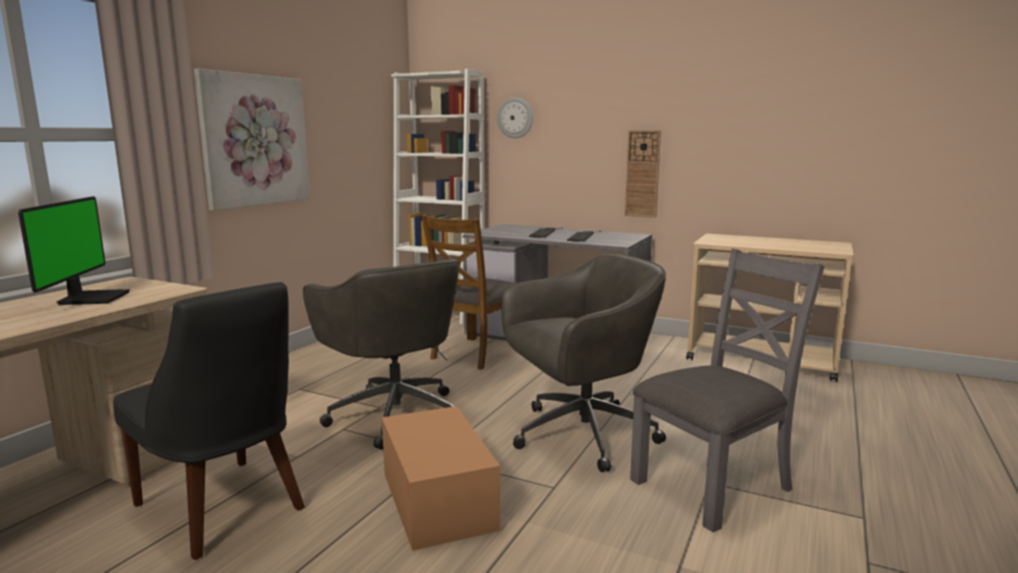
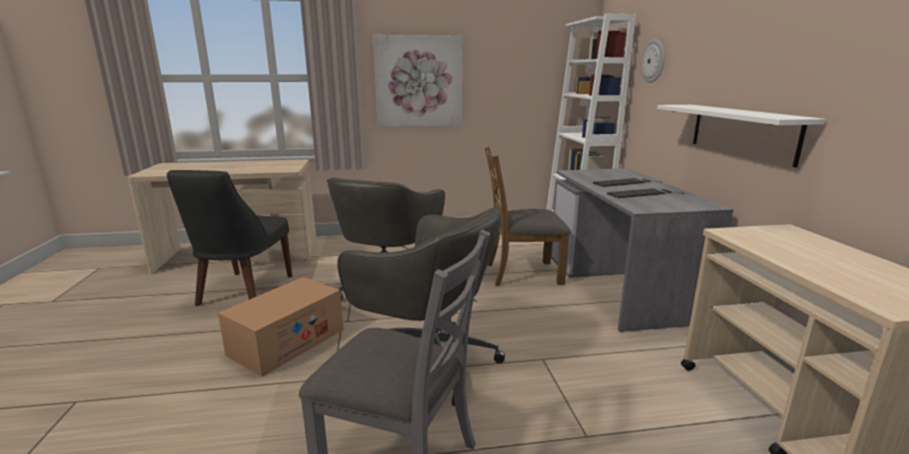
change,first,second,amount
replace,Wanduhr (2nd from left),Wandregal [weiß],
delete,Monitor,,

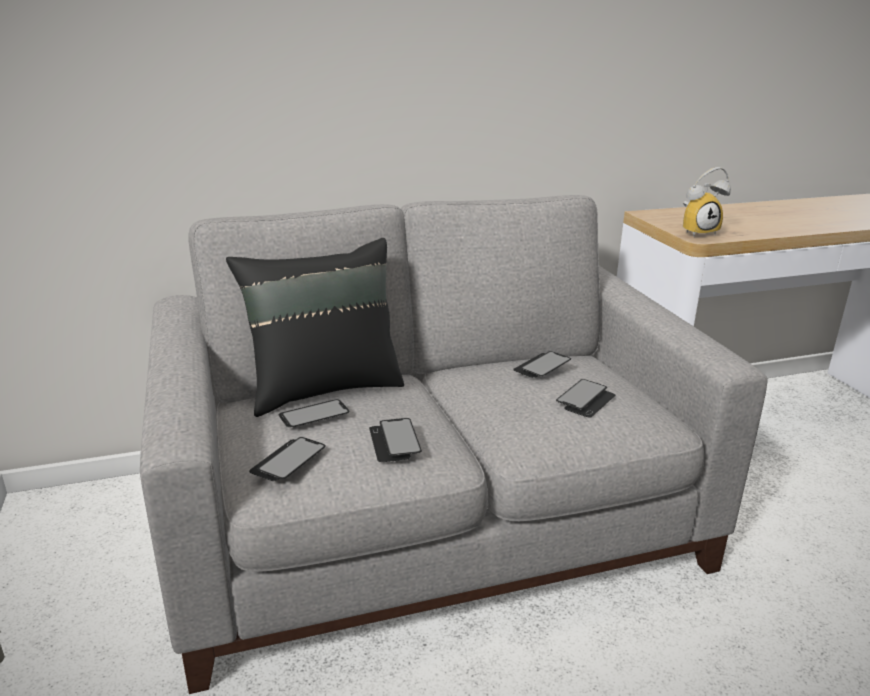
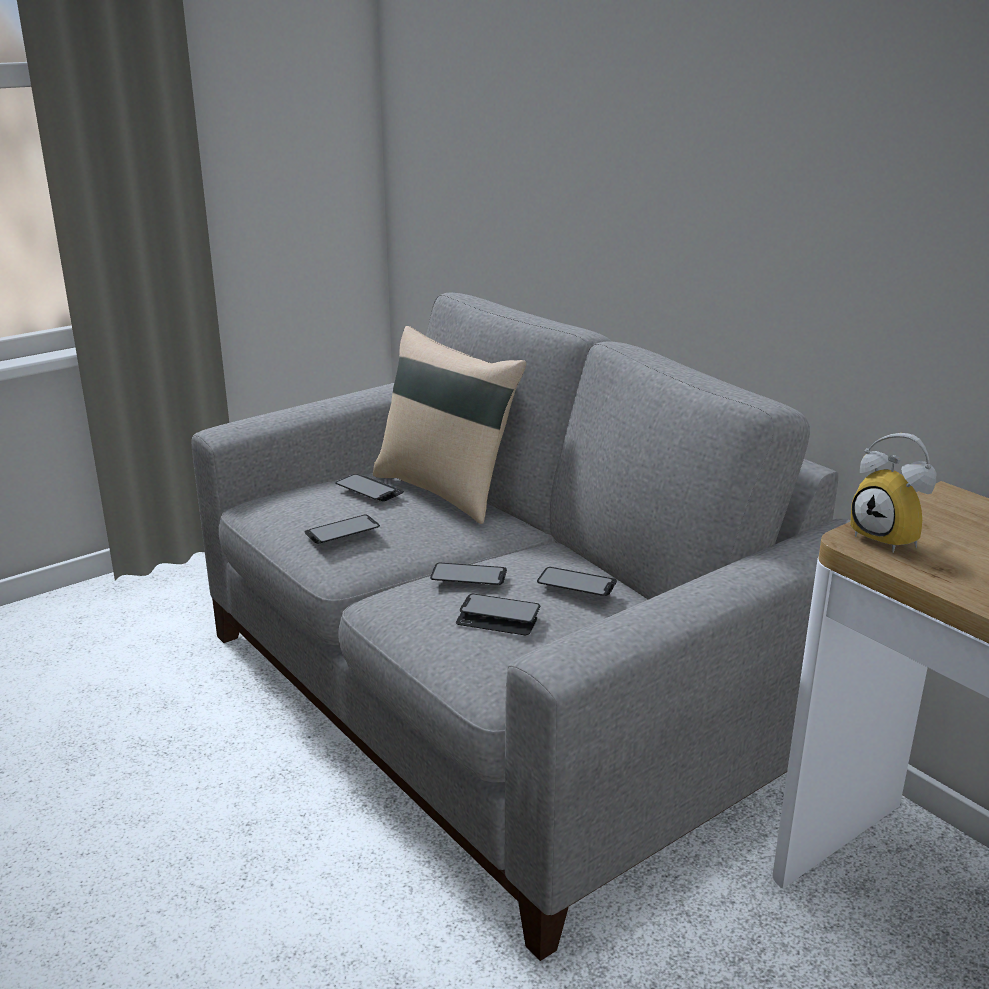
change,first,second,amount
recolor,Kissen [schwarz],Kissen [beige],
move,Handy (1st from left in the first image),Handy (3rd from left),

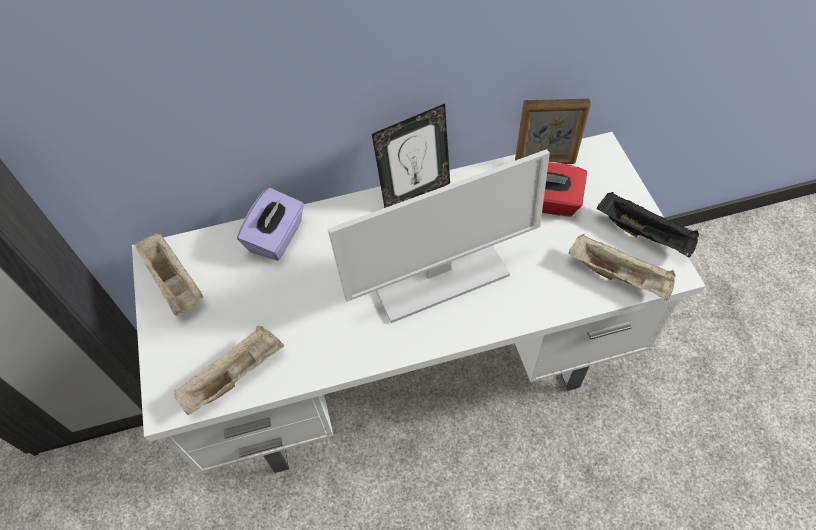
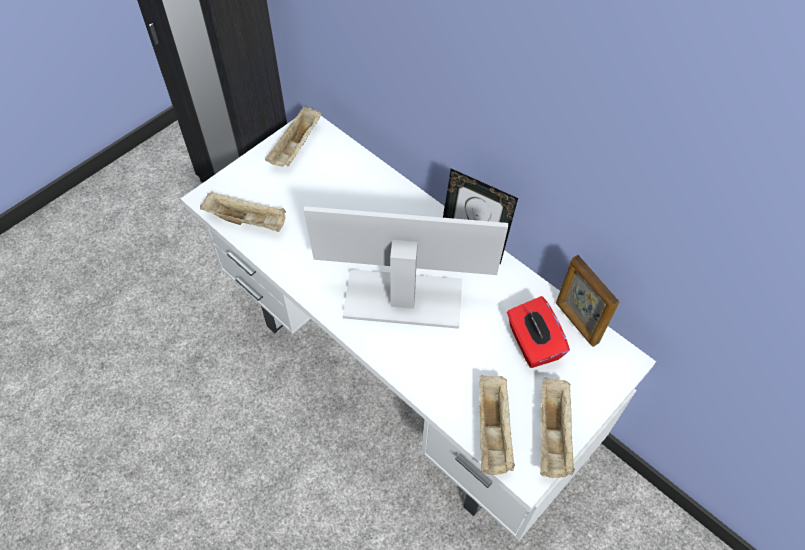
change,first,second,amount
rotate,Monitor,,150 degrees clockwise
delete,Taschentuchbox [lila],,
recolor,Tablett [schwarz],Tablett [beige] (4th from left),

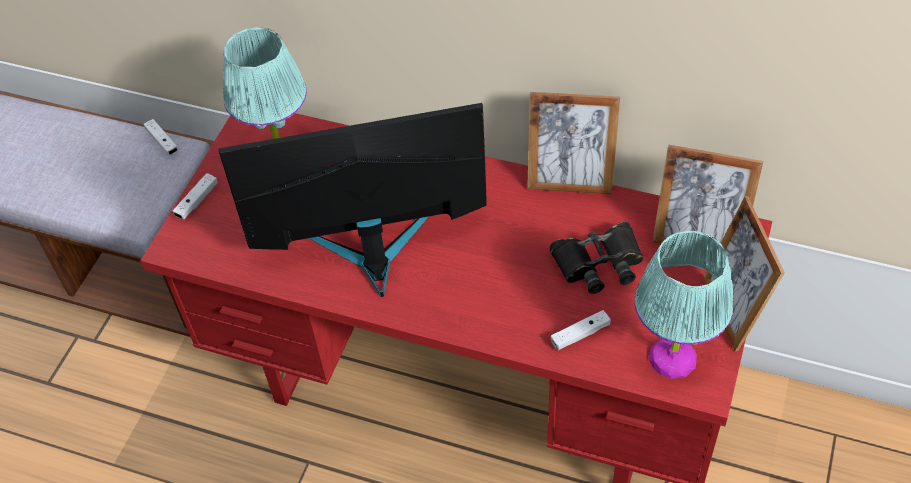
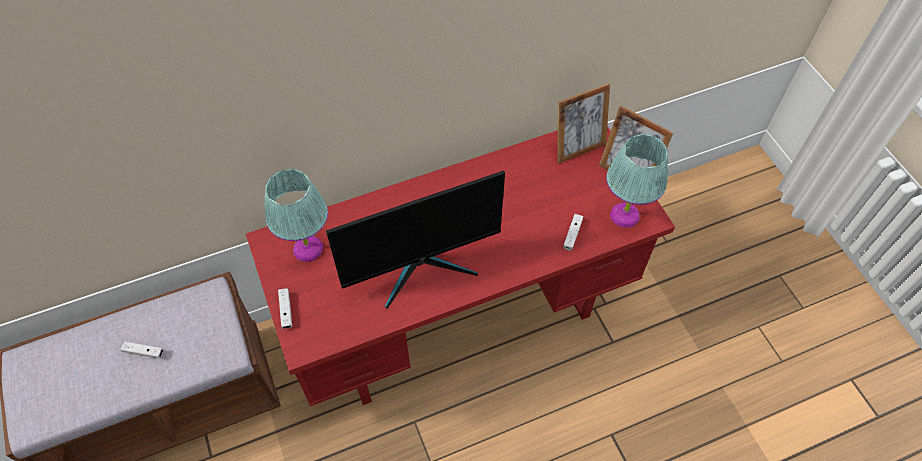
change,first,second,amount
delete,Bilderrahmen (1st from left),,
rotate,Monitor,,150 degrees counterclockwise
move,Gamepad [weiß] (1st from left),,
delete,Fernglas [schwarz],,

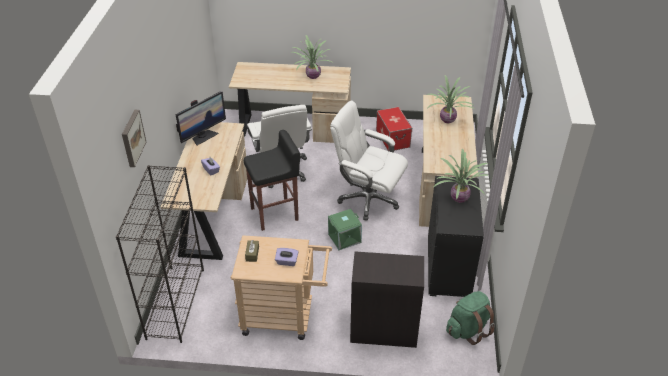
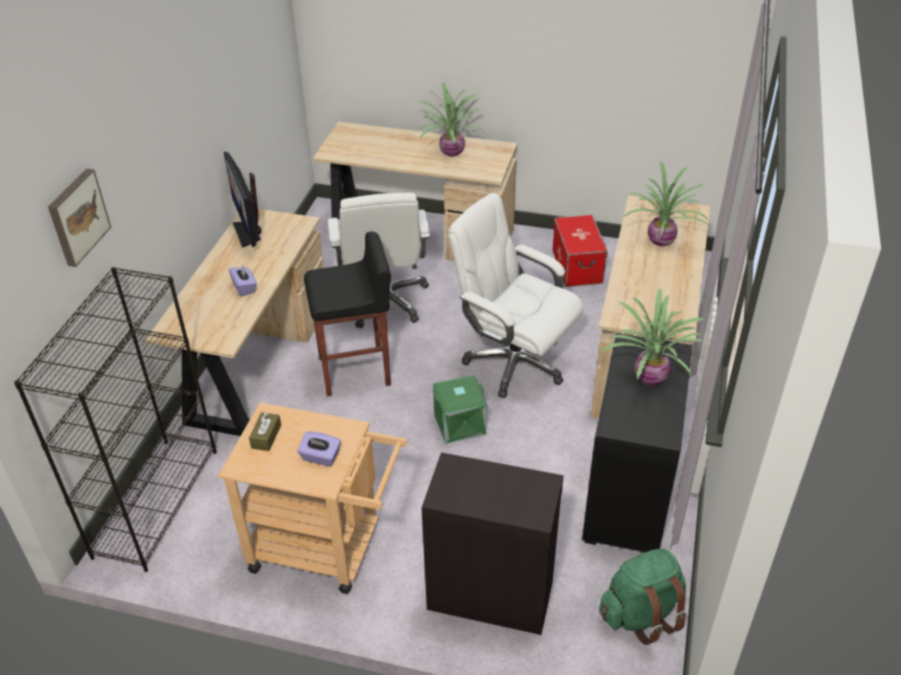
change,first,second,amount
rotate,Monitor,,105 degrees clockwise

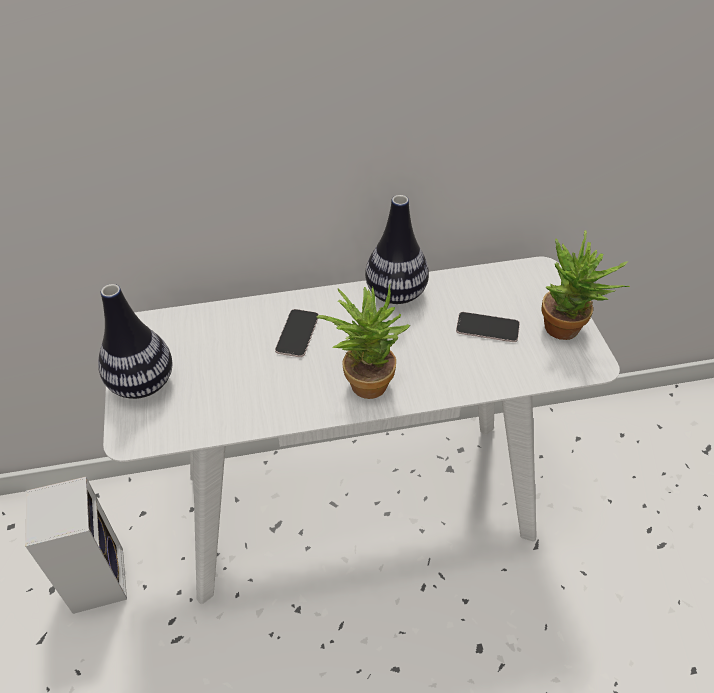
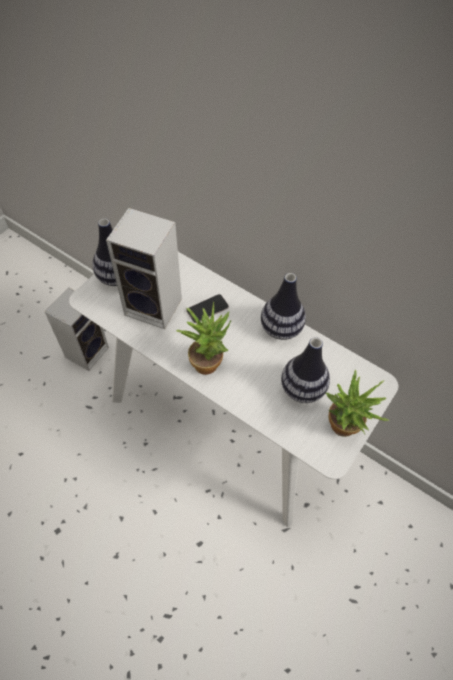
change,first,second,amount
replace,Handy (2nd from left),Vase (3rd from left),
insert,,Lautsprecher (2nd from left),

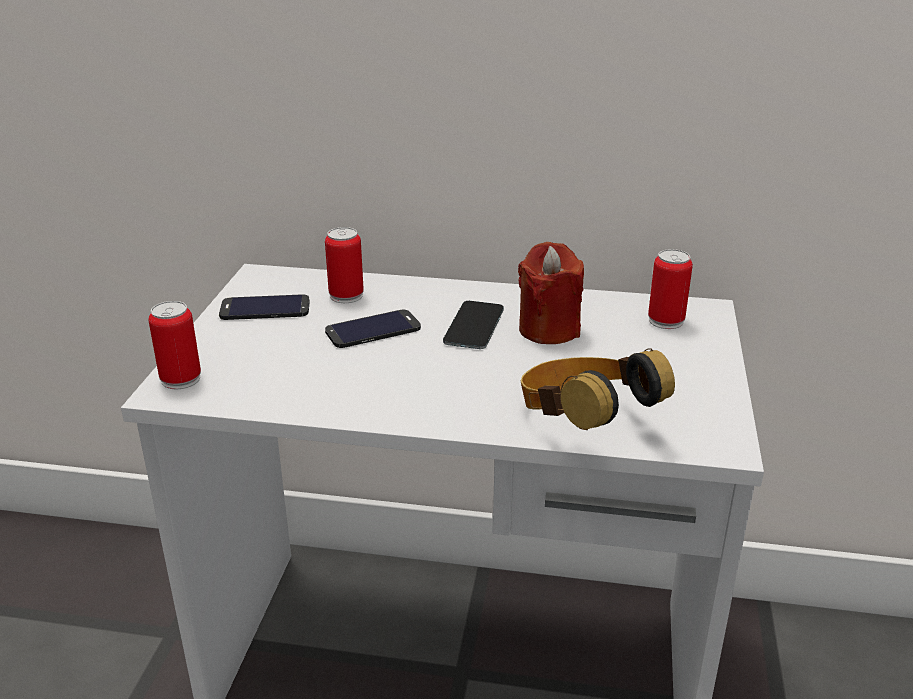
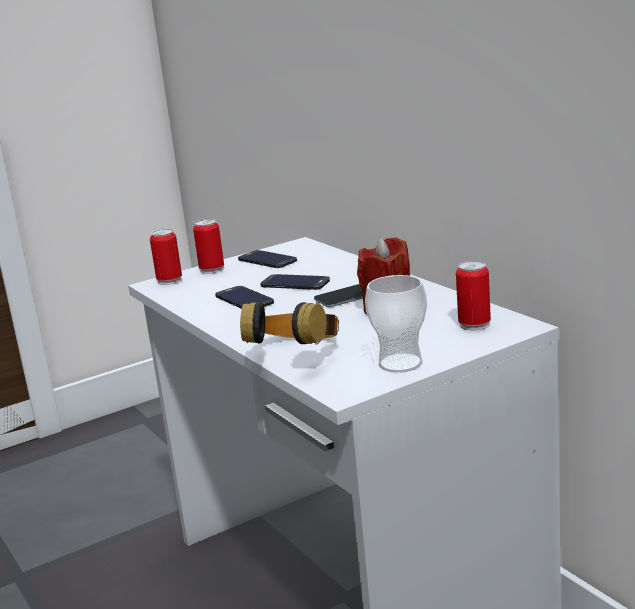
change,first,second,amount
move,Dose (2nd from left),,
insert,,Tasse,
insert,,Handy (1st from left),

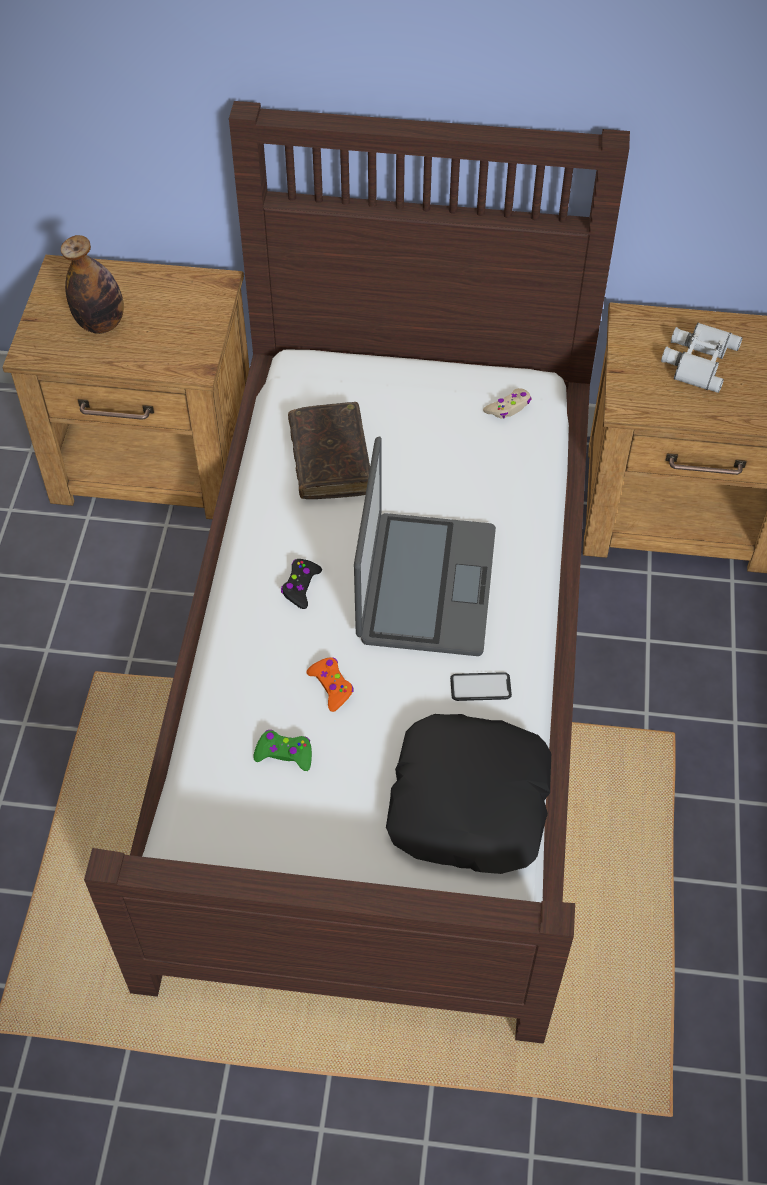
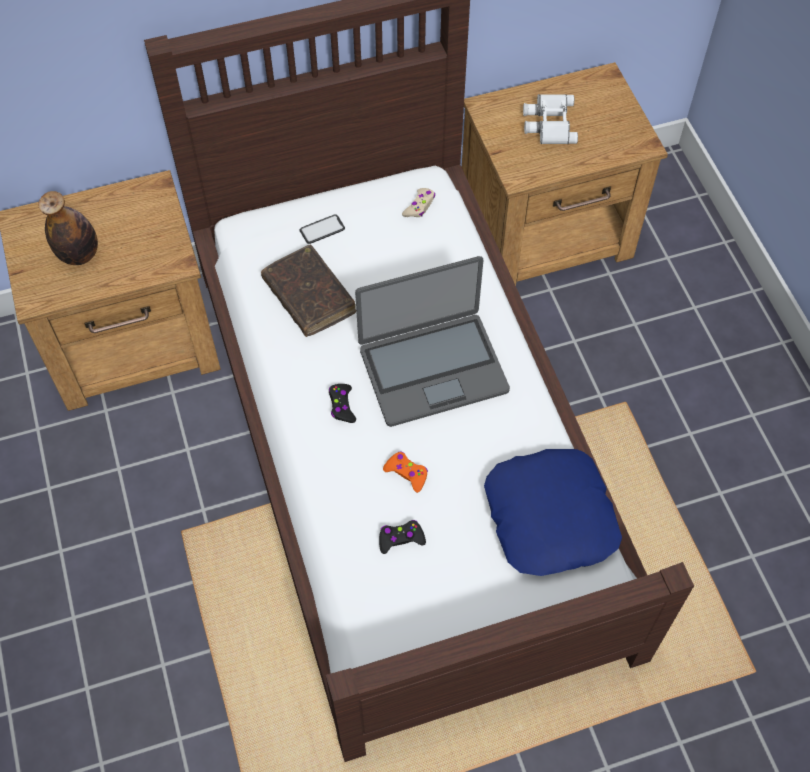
change,first,second,amount
rotate,Laptop,,90 degrees clockwise
move,Handy,,
recolor,Kissen [schwarz],Kissen [blau],
recolor,Gamepad [grün],Gamepad [schwarz] (2nd from left),

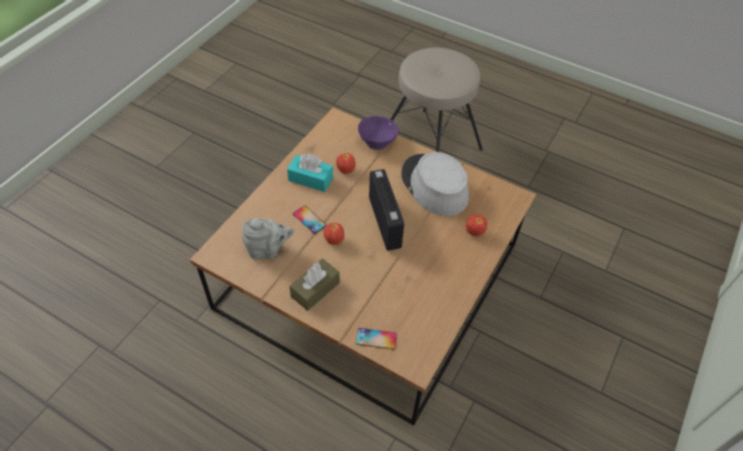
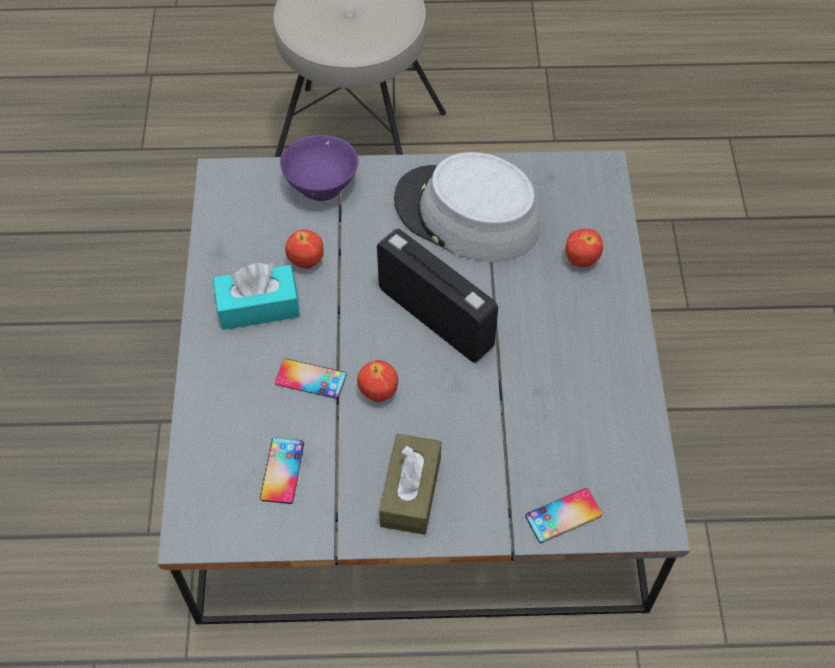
change,first,second,amount
recolor,Couchtisch [braun],Couchtisch [grau],
replace,Teekanne [grau],Handy (1st from left),

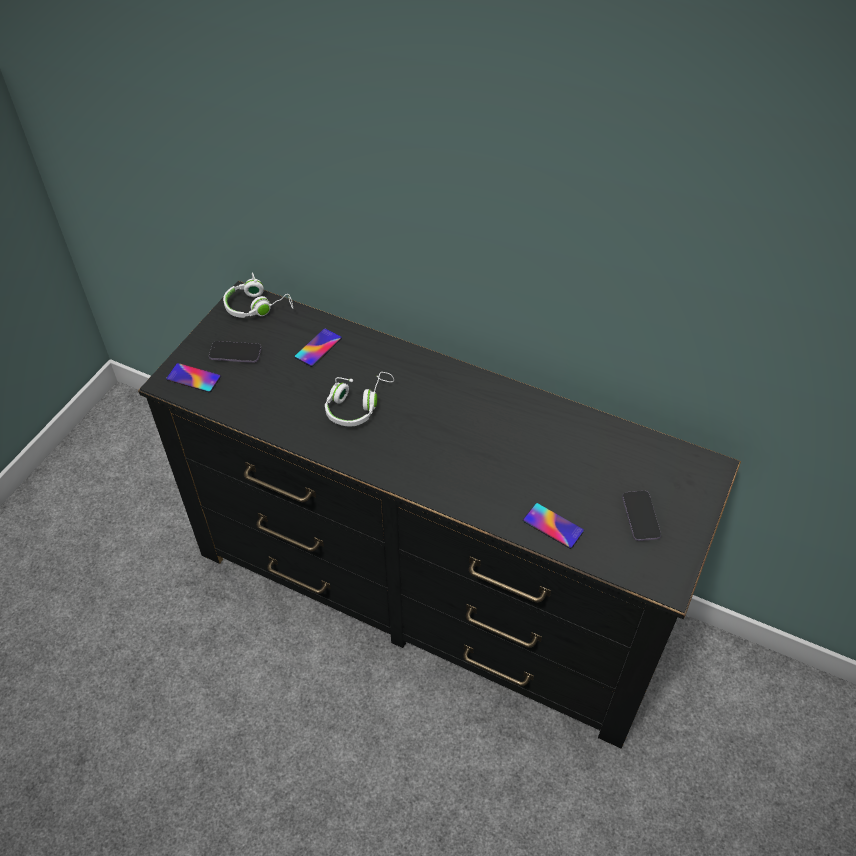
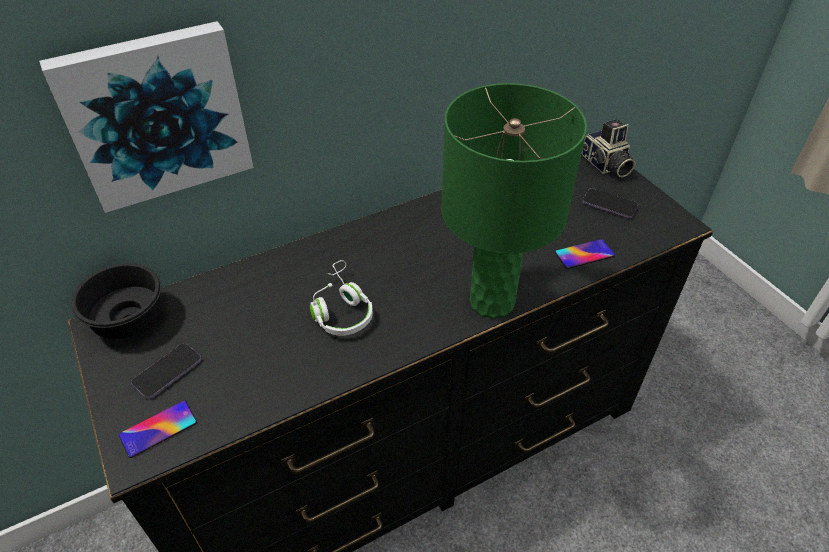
change,first,second,amount
replace,Kopfhörer [weiß] (1st from left),Schüssel [schwarz],
delete,Handy (3rd from left),,
insert,,Bild,
insert,,Tischlampe [grün],
insert,,Kamera,

